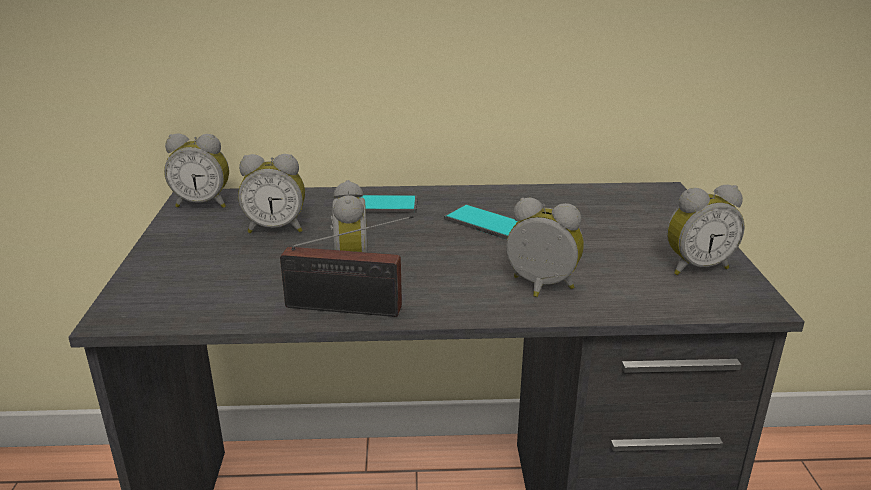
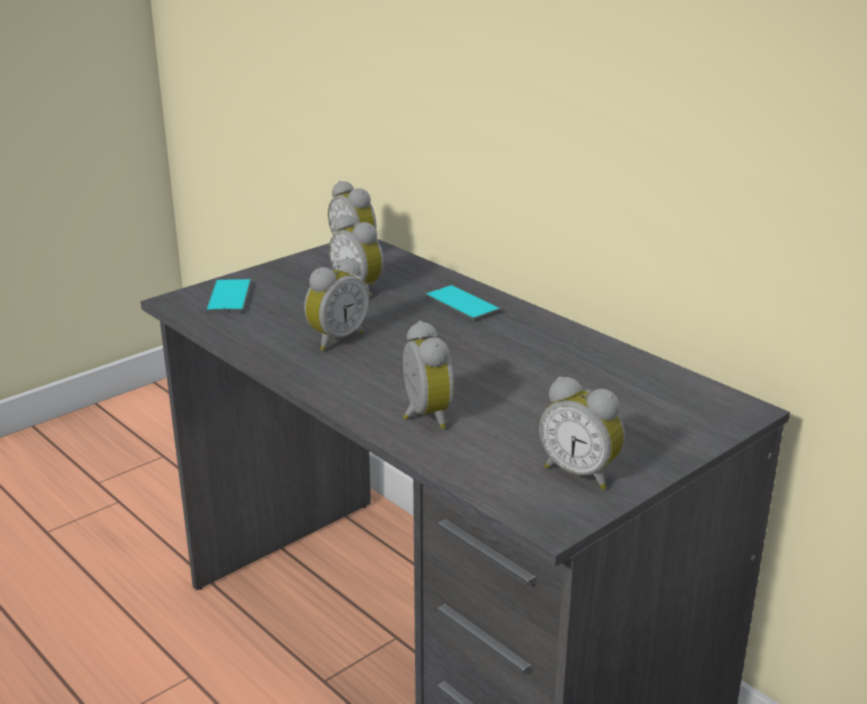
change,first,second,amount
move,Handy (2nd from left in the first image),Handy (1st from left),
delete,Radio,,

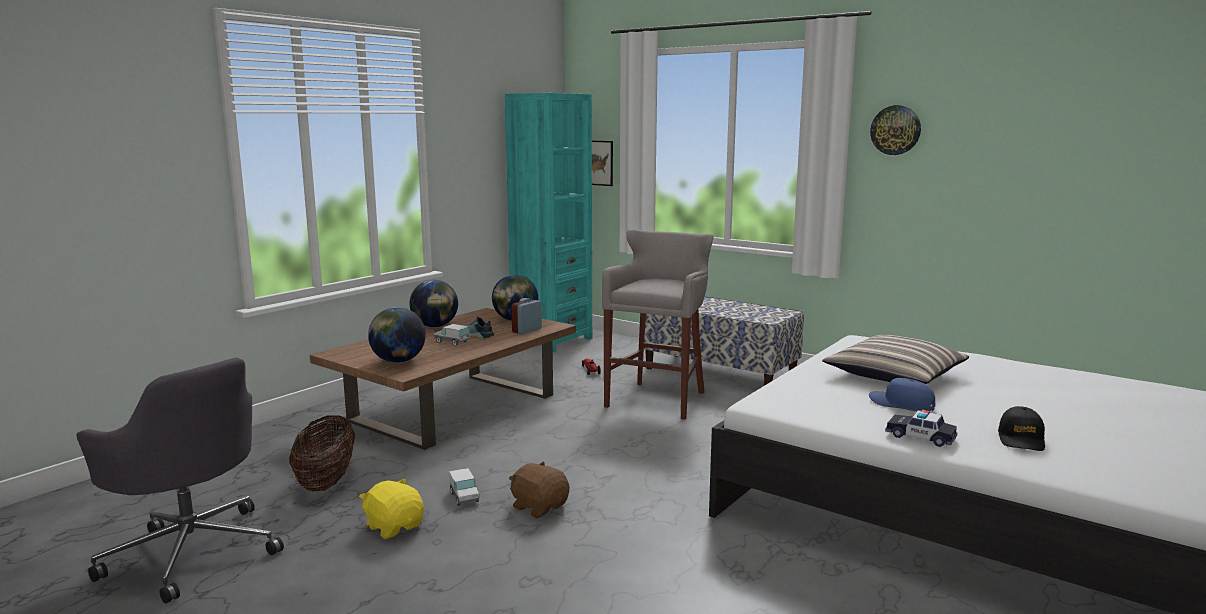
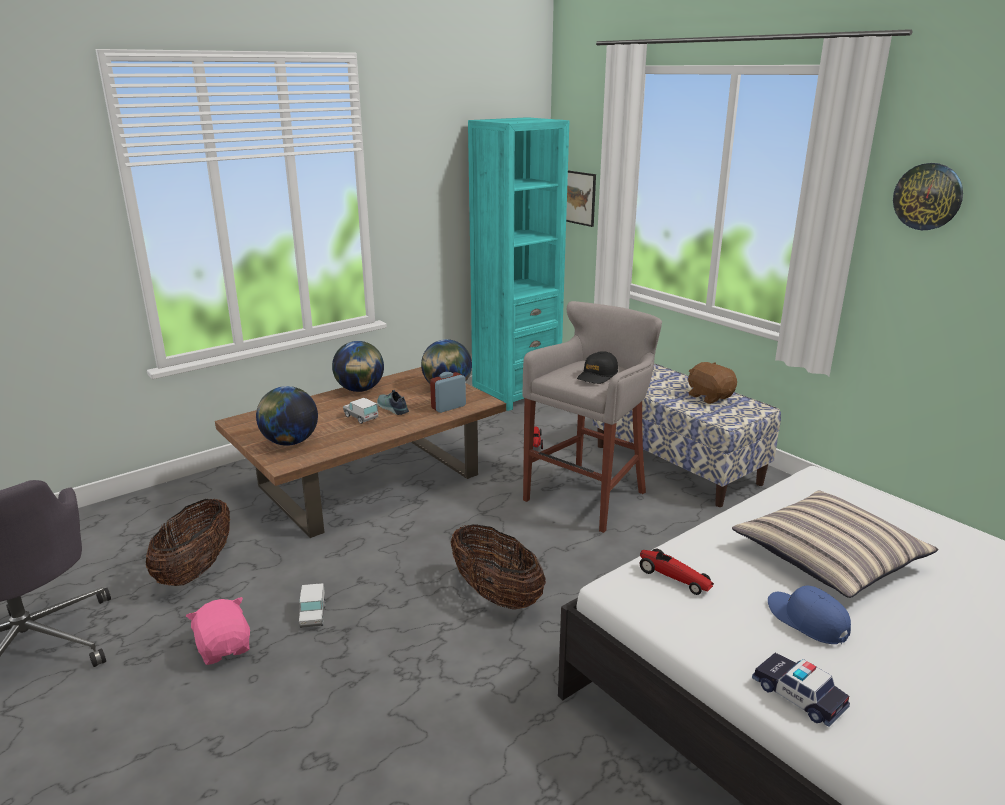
change,first,second,amount
move,Kappe [schwarz],,
move,Plüschtier [braun],,
recolor,Plüschtier [gelb],Plüschtier [rosa],
insert,,Korb (2nd from left),
insert,,Spielzeugauto (2nd from left),

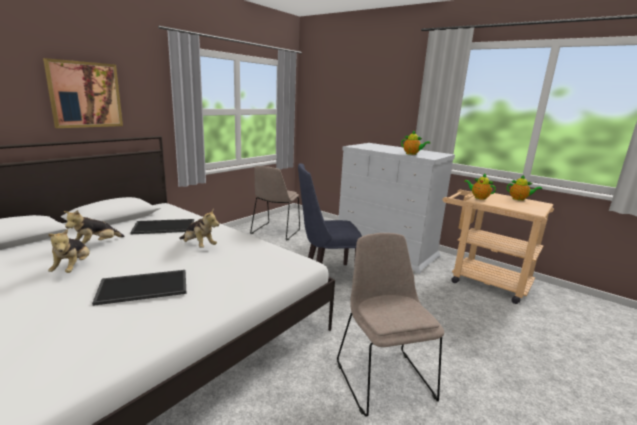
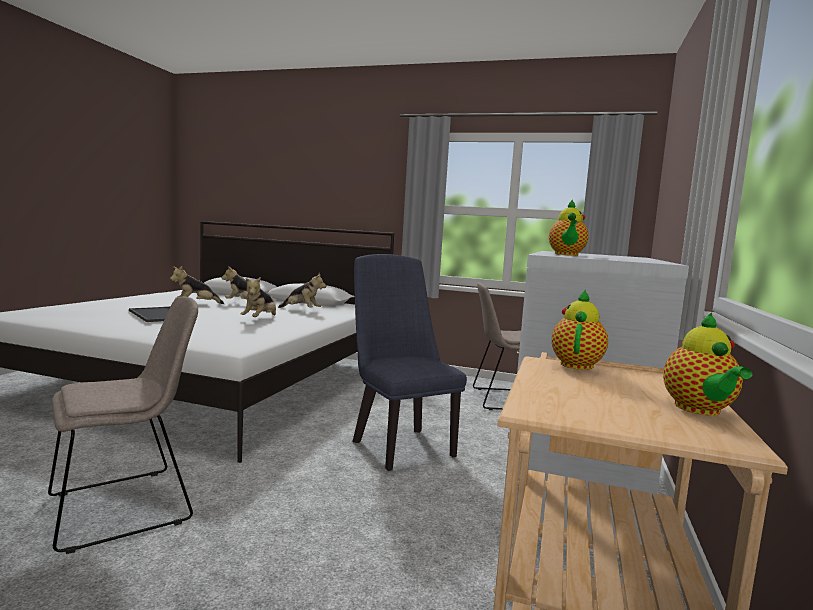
change,first,second,amount
delete,Bild,,
replace,Tablett (2nd from left),Plüschtier (4th from left),

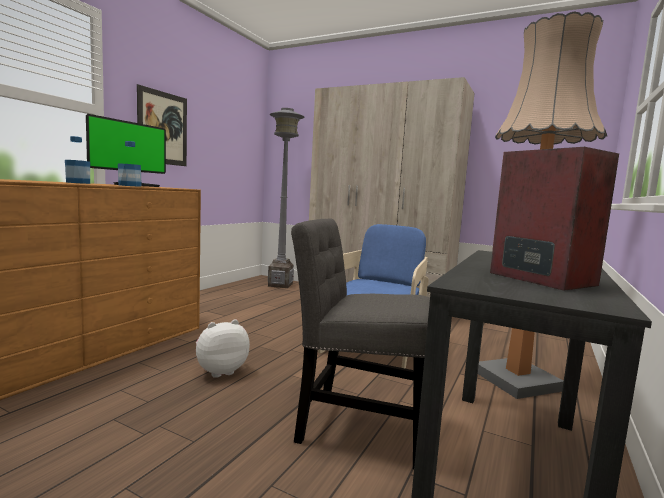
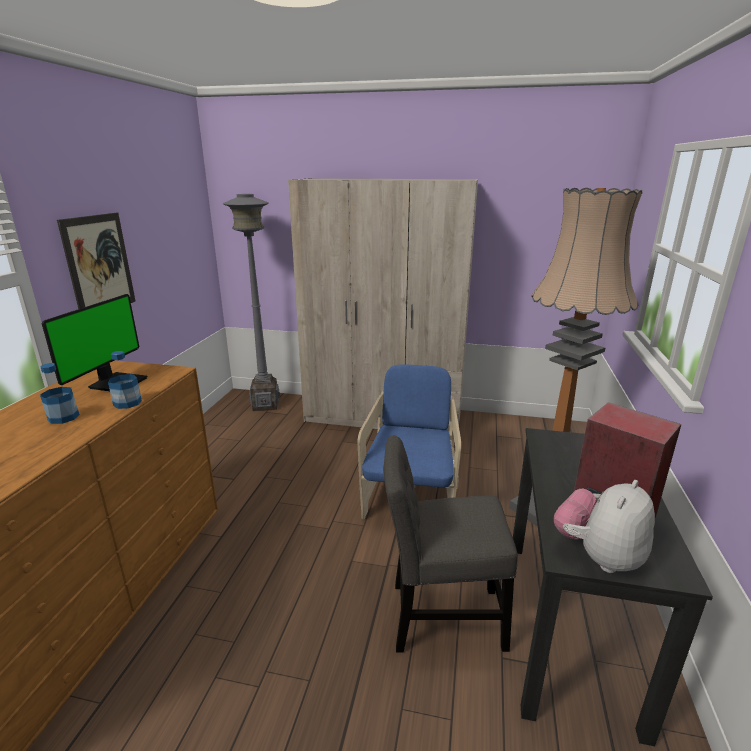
change,first,second,amount
move,Plüschtier,,

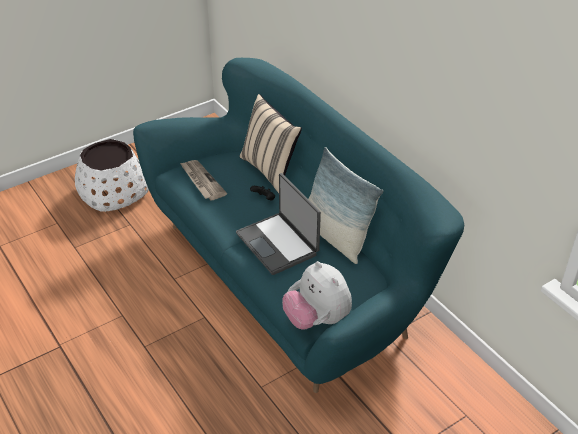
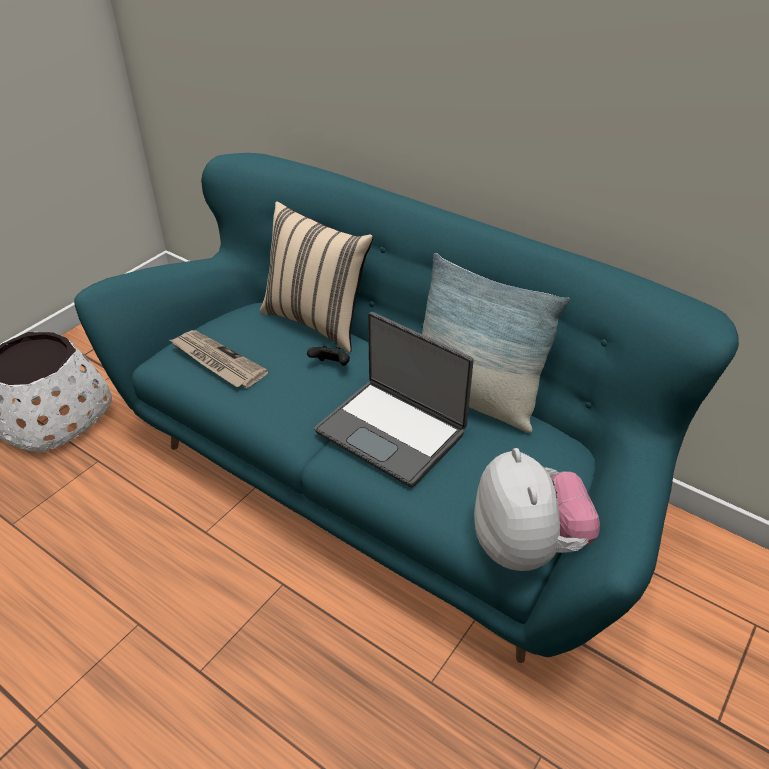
change,first,second,amount
rotate,Plüschtier,,135 degrees counterclockwise

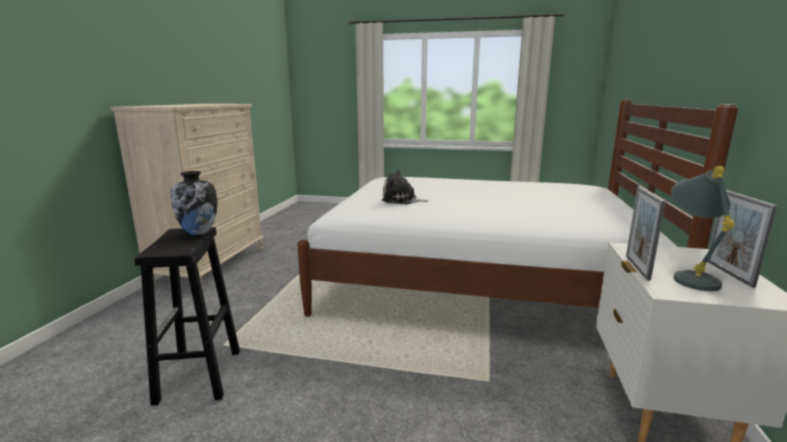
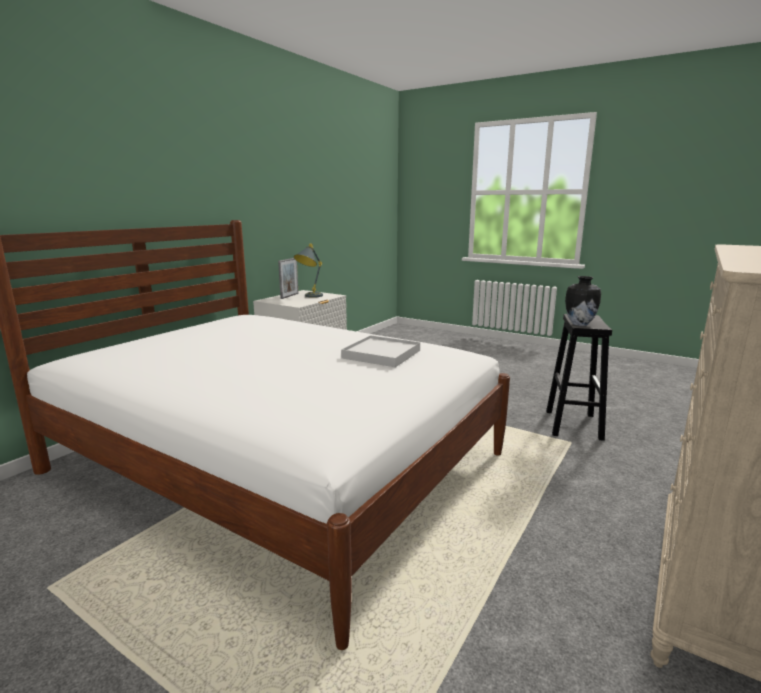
change,first,second,amount
replace,Plüschtier,Tablett [weiß],
delete,Bilderrahmen (1st from left),,

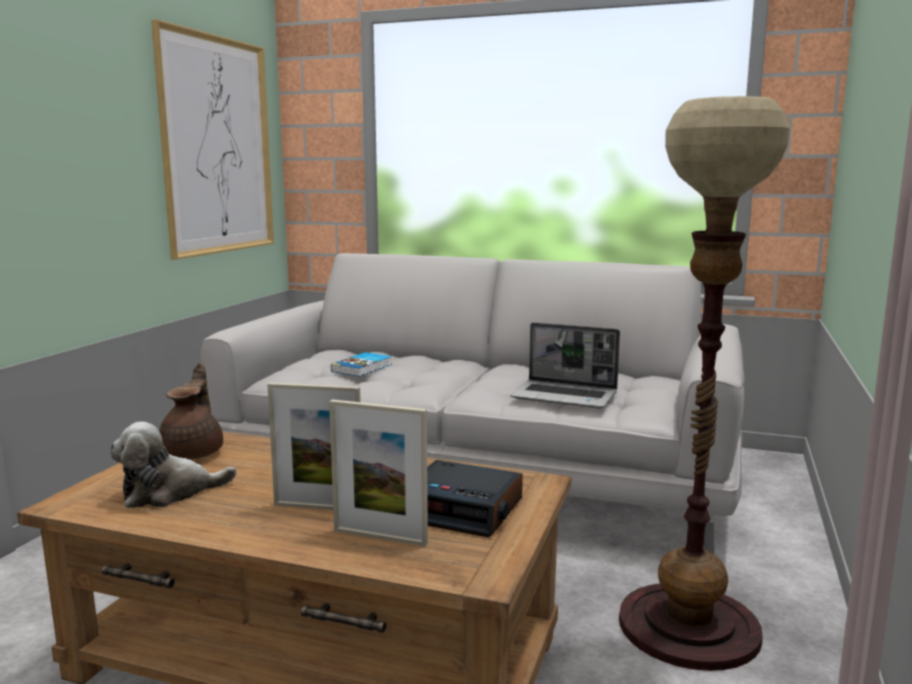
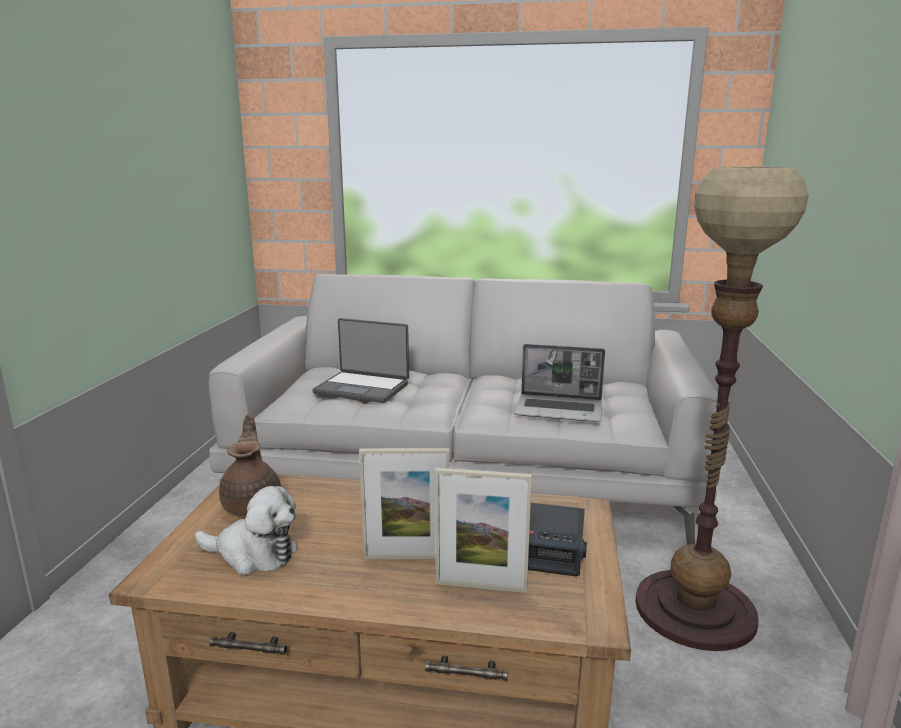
change,first,second,amount
delete,Bild,,
replace,Buch,Laptop (1st from left),
rotate,Plüschtier,,135 degrees counterclockwise

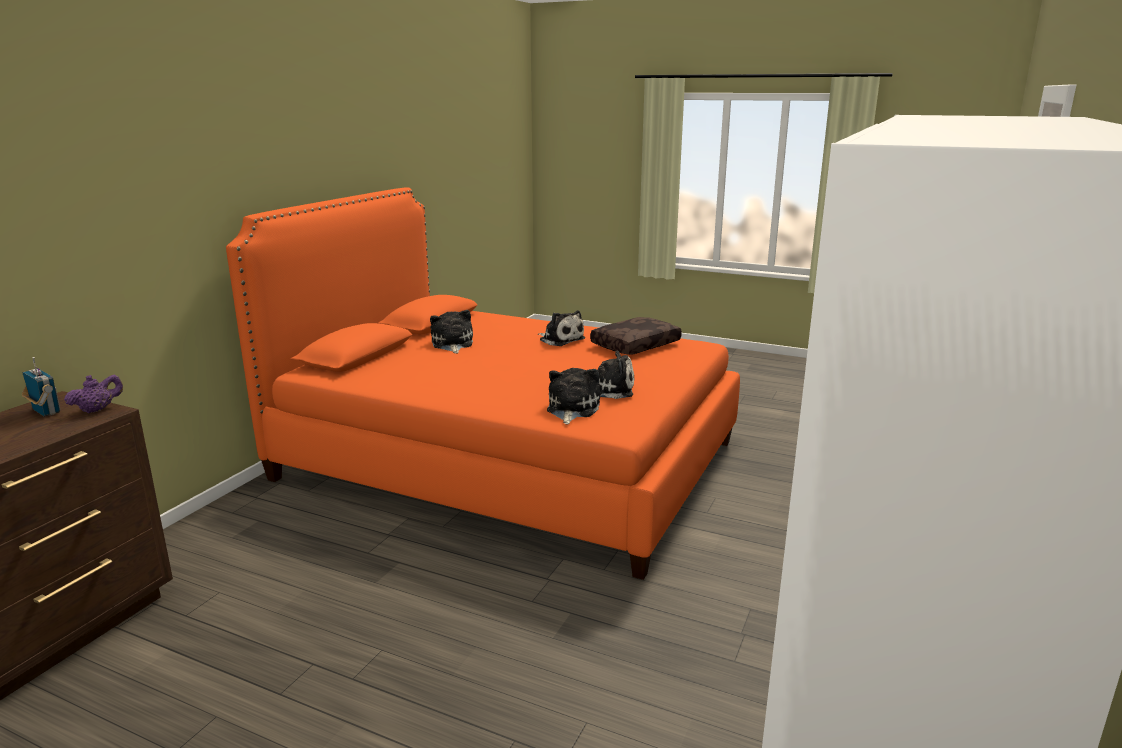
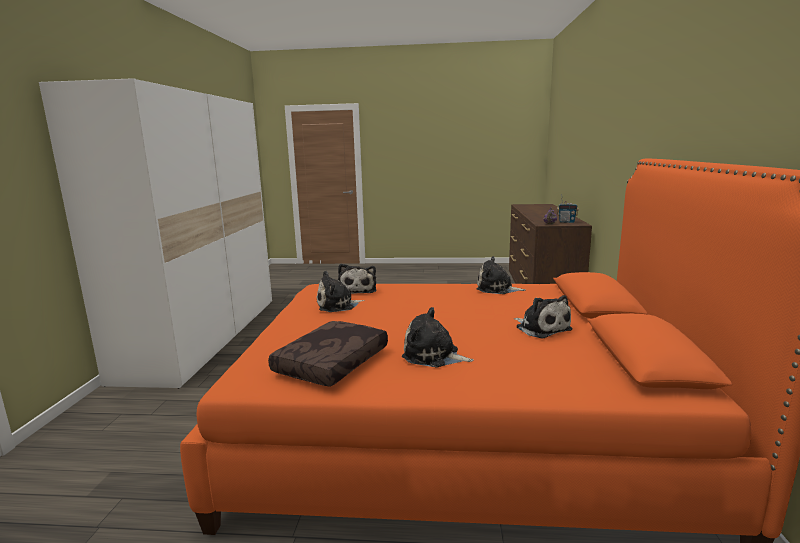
change,first,second,amount
insert,,Plüschtier (4th from left),

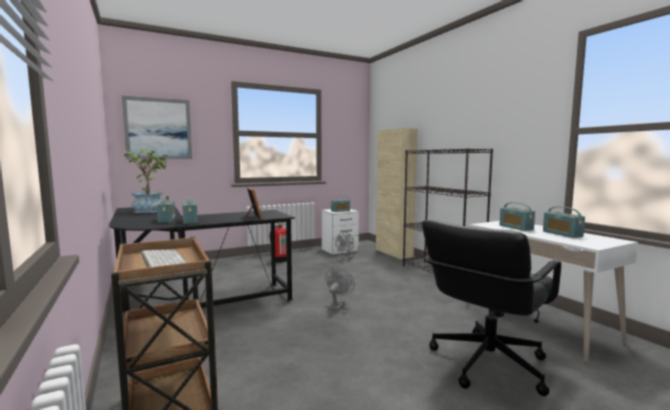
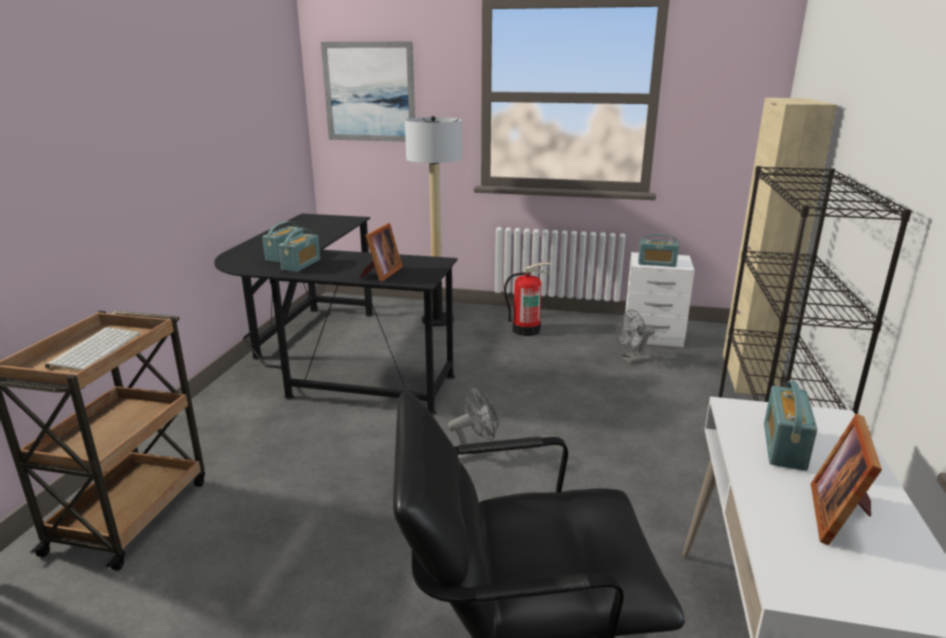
change,first,second,amount
delete,Topfpflanze,,
replace,Radio (5th from left),Bilderrahmen (2nd from left),
insert,,Stehlampe,

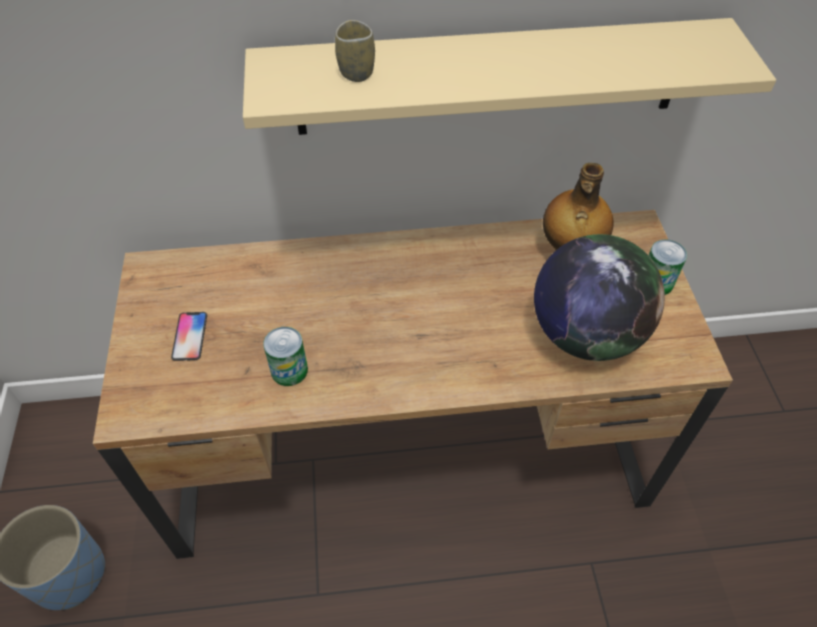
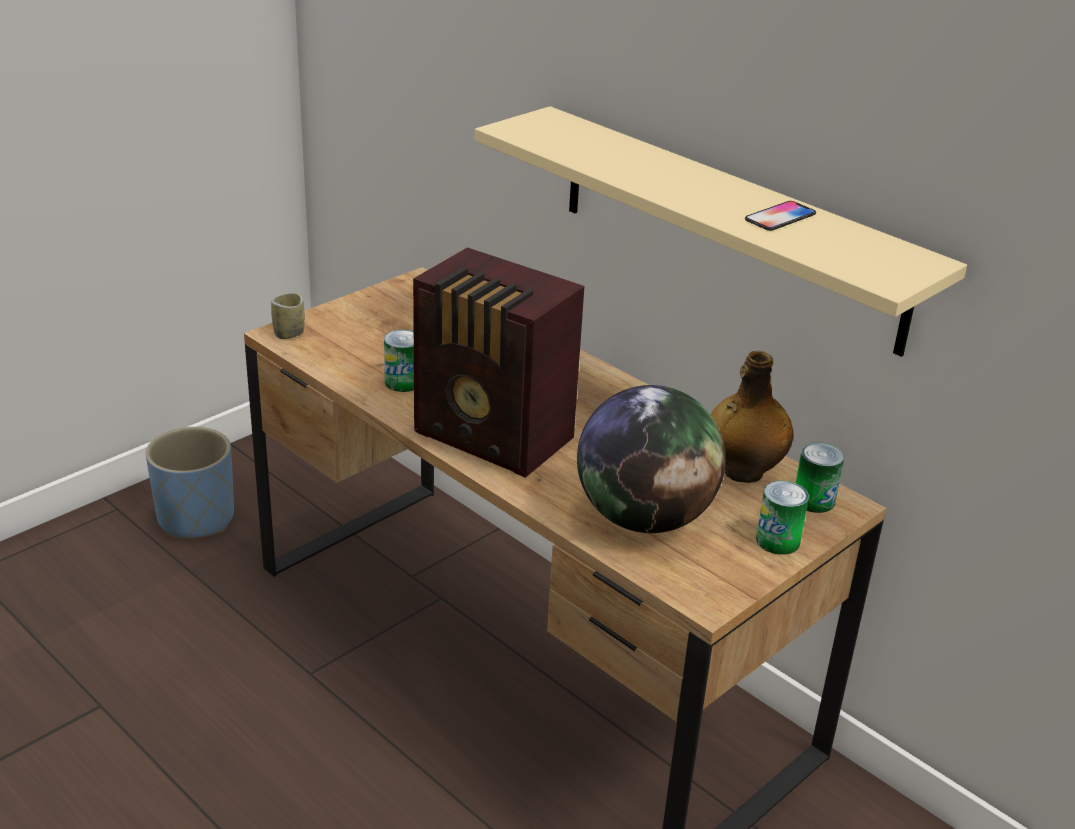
change,first,second,amount
move,Tasse,,
move,Handy,,
insert,,Radio,
insert,,Dose (3rd from left),

